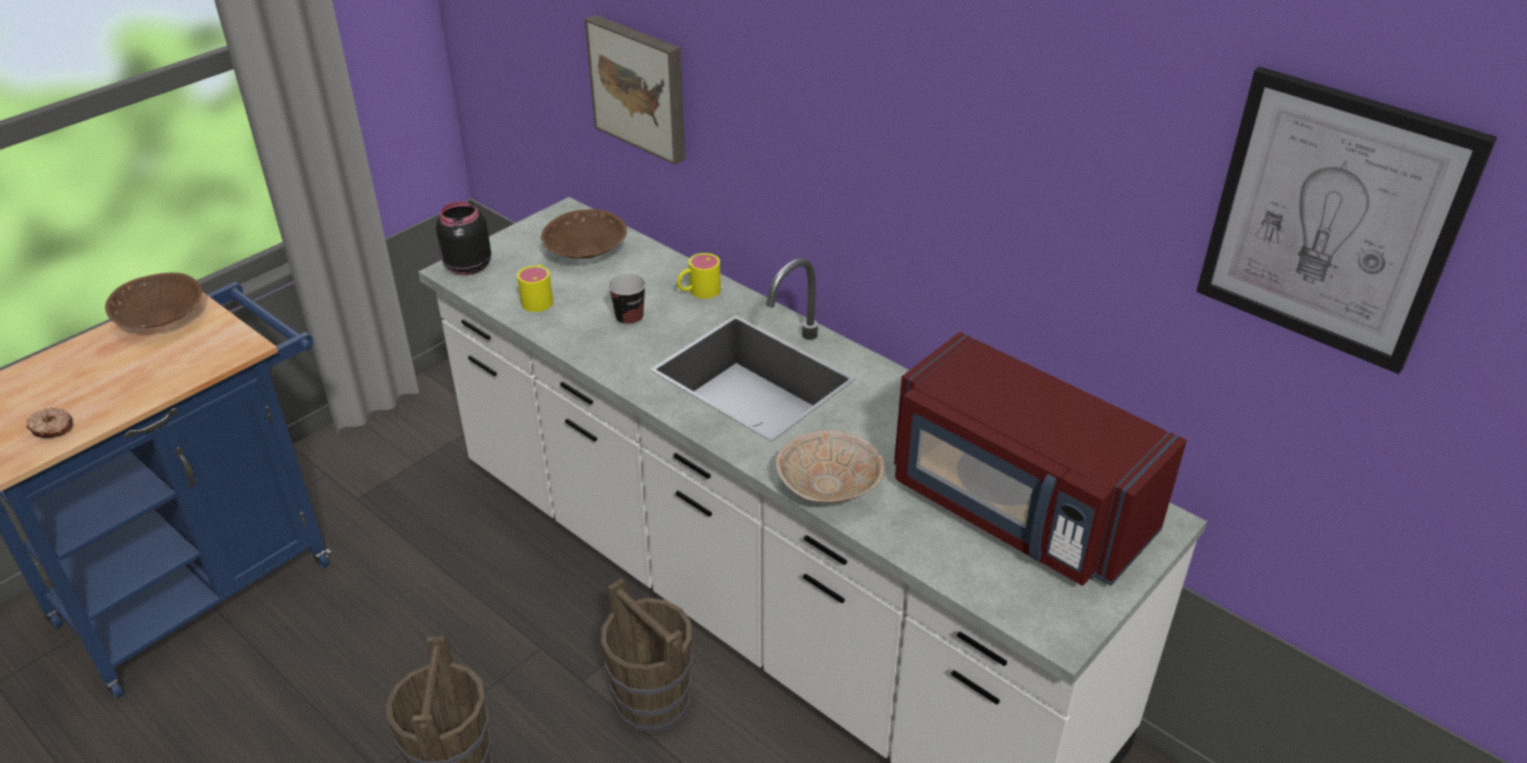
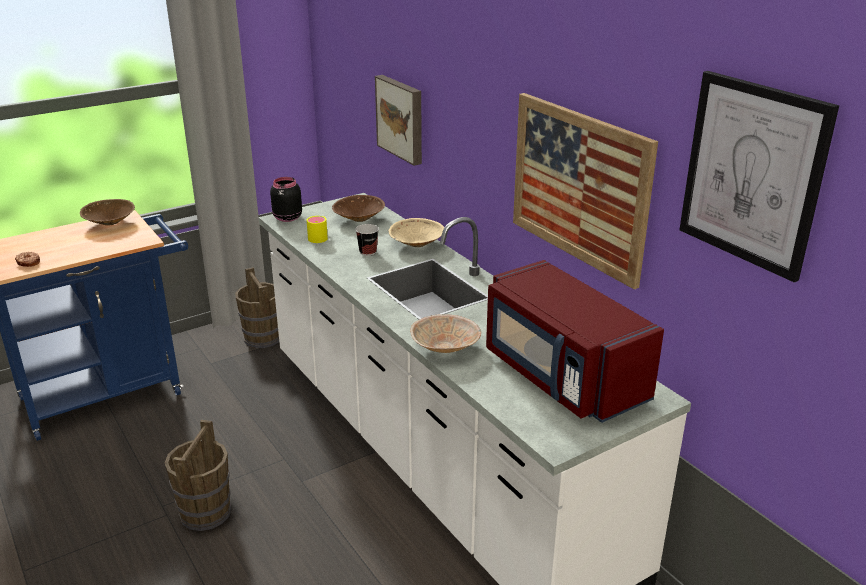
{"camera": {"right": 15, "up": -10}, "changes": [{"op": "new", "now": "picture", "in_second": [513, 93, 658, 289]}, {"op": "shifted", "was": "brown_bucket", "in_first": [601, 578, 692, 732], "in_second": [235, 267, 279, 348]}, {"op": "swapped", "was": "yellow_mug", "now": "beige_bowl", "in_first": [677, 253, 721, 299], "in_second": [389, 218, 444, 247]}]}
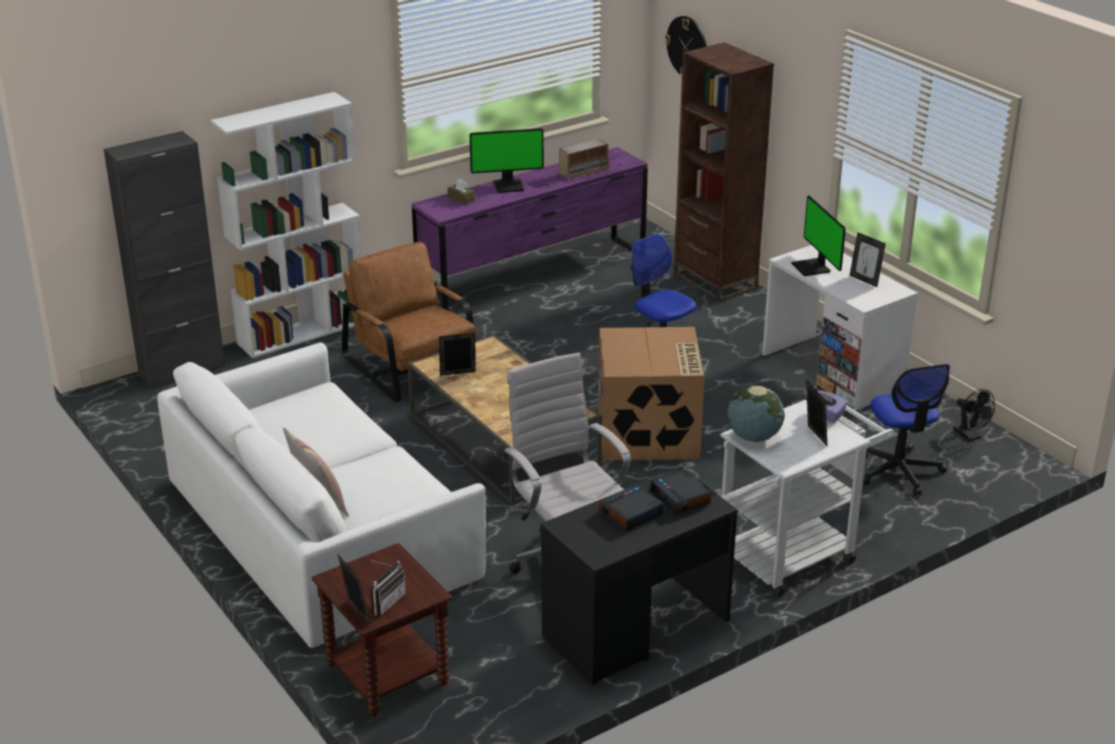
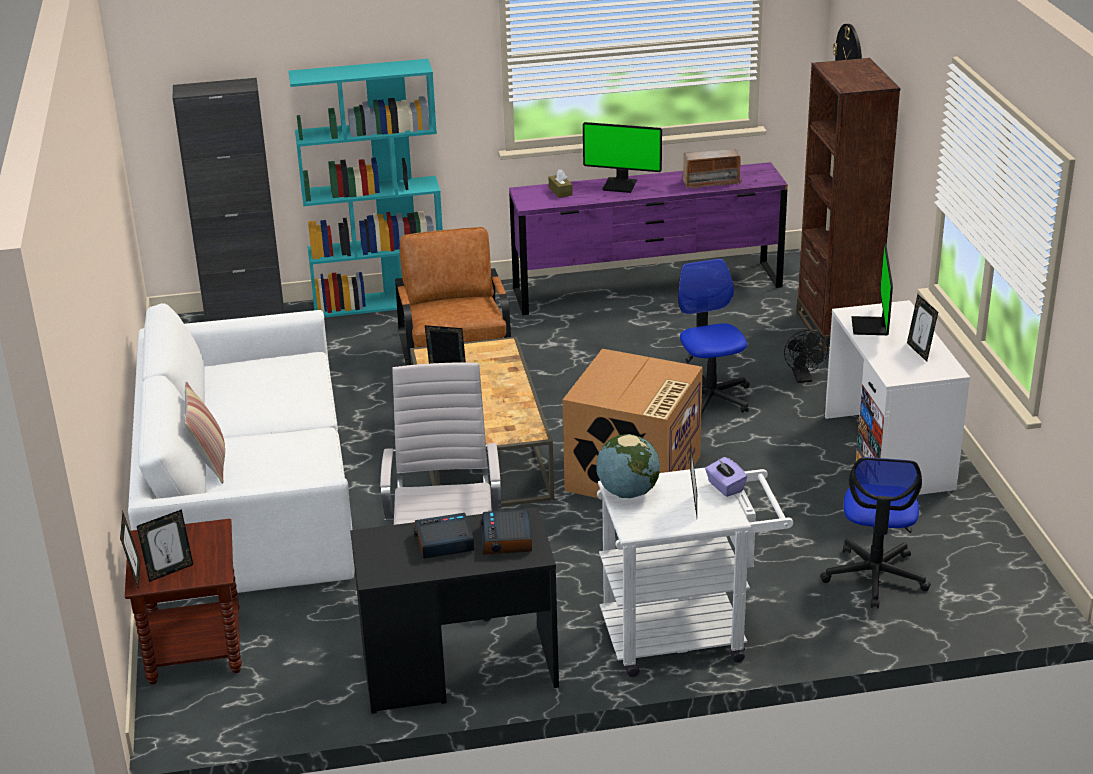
{"camera": {"right": 25, "up": 0}, "changes": [{"op": "shifted", "was": "black_fan", "in_first": [953, 389, 995, 441], "in_second": [784, 330, 828, 383]}, {"op": "swapped", "was": "radio", "now": "picture_frame", "in_first": [369, 560, 406, 616], "in_second": [137, 509, 193, 582]}, {"op": "repainted", "was": "white_bookcase", "now": "turquoise_bookcase", "in_first": [210, 92, 362, 358], "in_second": [288, 59, 443, 318]}]}
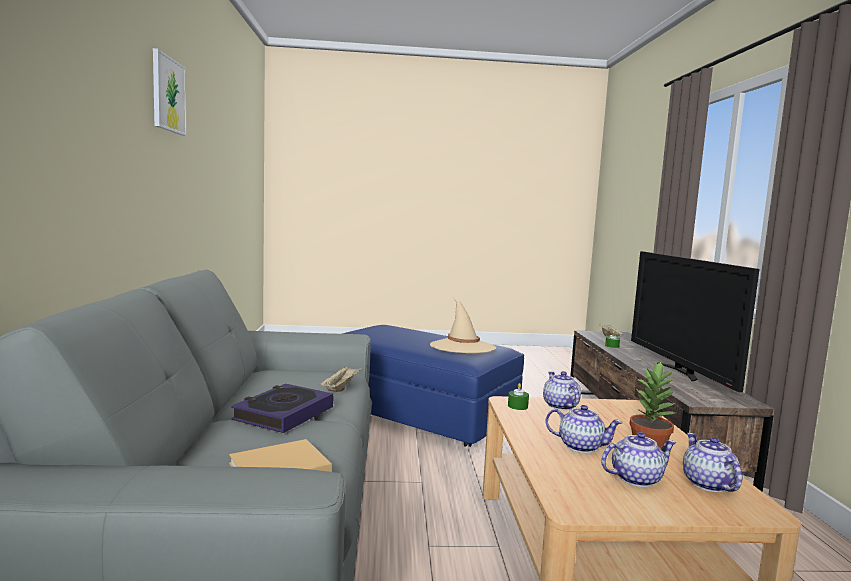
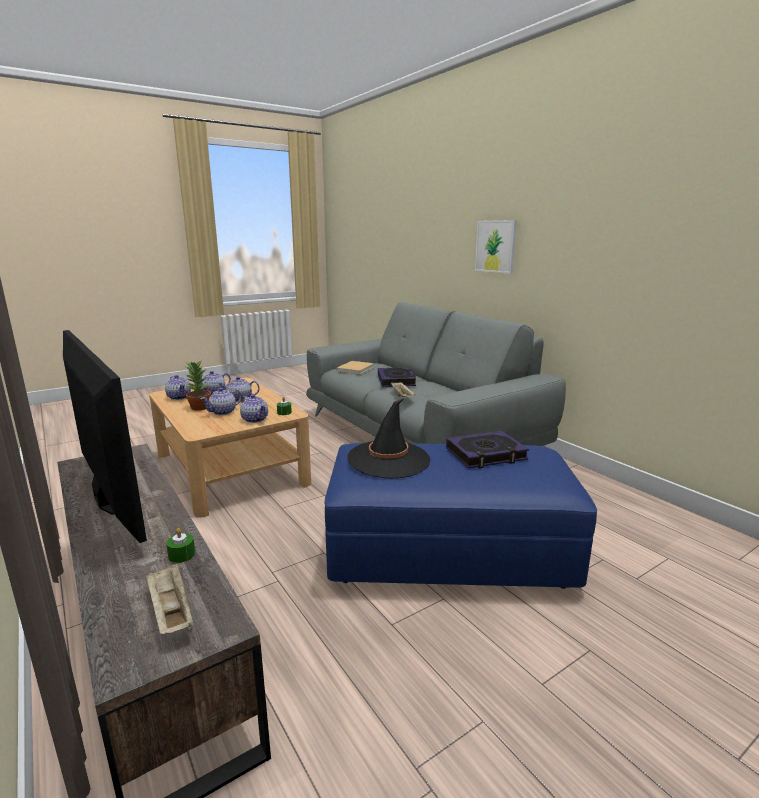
{"camera": {"right": 150, "up": 10}, "changes": [{"op": "new", "now": "teapot", "in_second": [201, 388, 242, 415]}, {"op": "new", "now": "book", "in_second": [446, 431, 529, 468]}, {"op": "shifted", "was": "picture", "in_first": [153, 48, 187, 136], "in_second": [475, 220, 517, 274]}, {"op": "repainted", "was": "beige_hat", "now": "black_hat", "in_first": [430, 298, 496, 353], "in_second": [348, 399, 430, 478]}]}
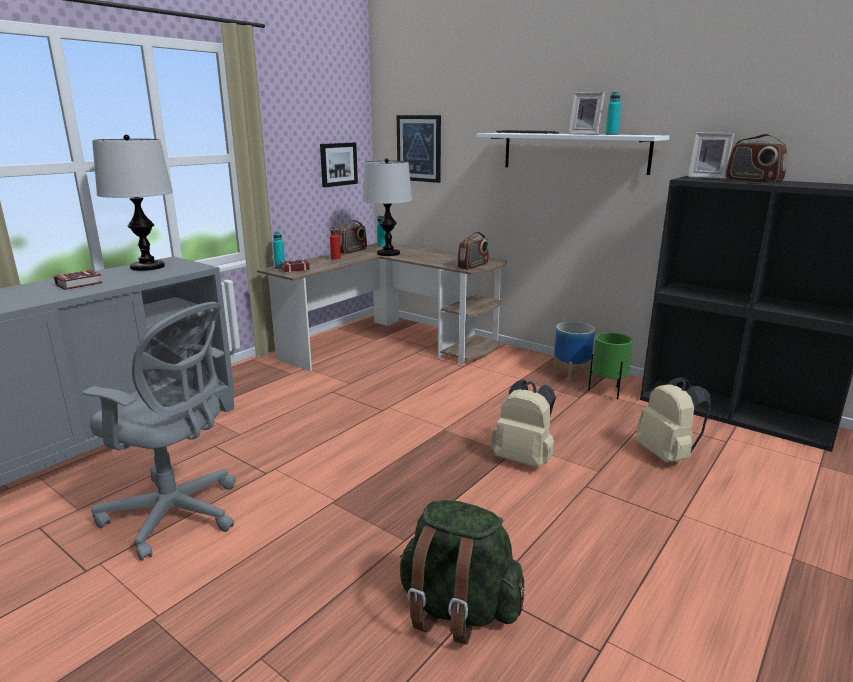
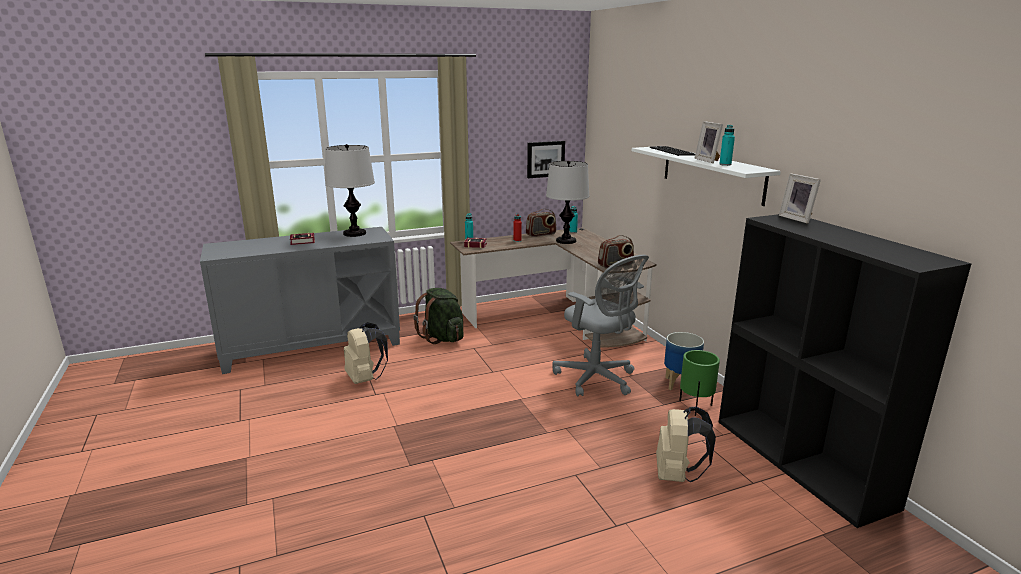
{"camera": {"right": 30, "up": 0}, "changes": [{"op": "gone", "was": "picture", "in_first": [397, 115, 441, 183]}, {"op": "gone", "was": "radio", "in_first": [725, 134, 788, 184]}, {"op": "shifted", "was": "grey_office_chair", "in_first": [83, 302, 236, 561], "in_second": [553, 255, 649, 396]}, {"op": "shifted", "was": "green_backpack", "in_first": [400, 500, 524, 645], "in_second": [413, 288, 464, 344]}, {"op": "shifted", "was": "beige_backpack", "in_first": [491, 380, 556, 468], "in_second": [344, 322, 388, 384]}]}
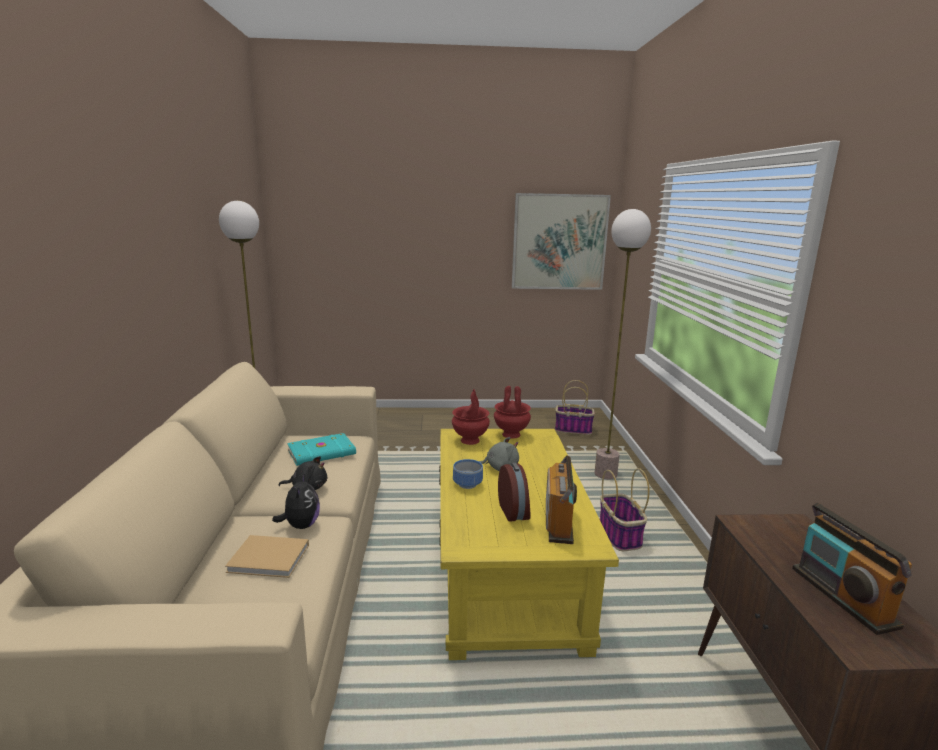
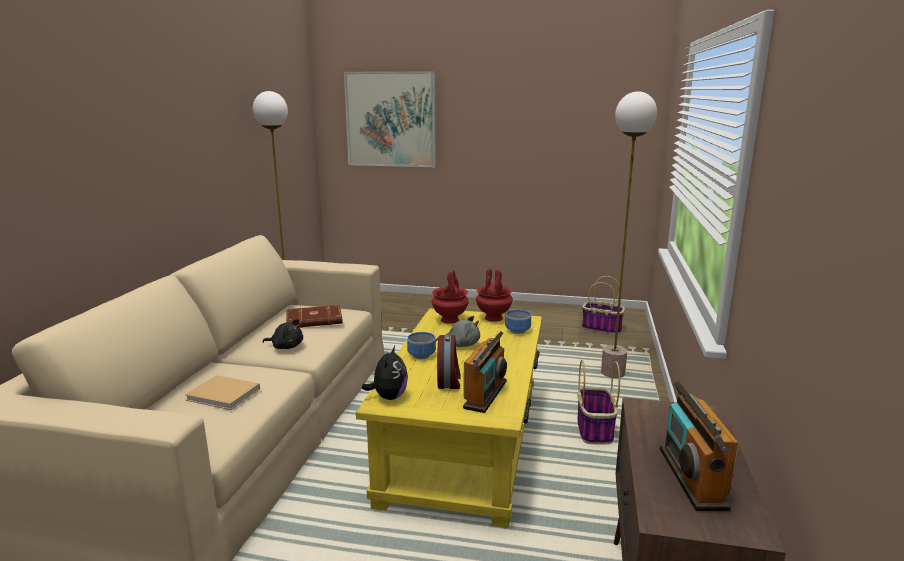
{"camera": {"right": 15, "up": 0}, "changes": [{"op": "new", "now": "bowl", "in_second": [505, 310, 531, 334]}, {"op": "shifted", "was": "plush_toy", "in_first": [272, 473, 320, 529], "in_second": [362, 346, 408, 400]}, {"op": "shifted", "was": "picture", "in_first": [512, 193, 611, 290], "in_second": [344, 71, 436, 167]}, {"op": "repainted", "was": "turquoise_book", "now": "brown_book", "in_first": [287, 433, 356, 466], "in_second": [286, 305, 343, 328]}]}
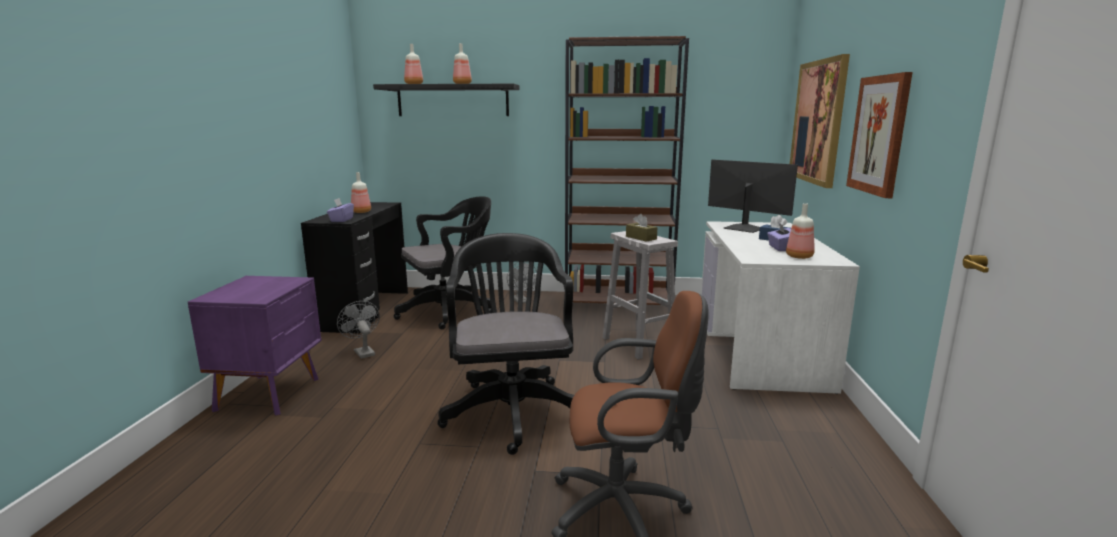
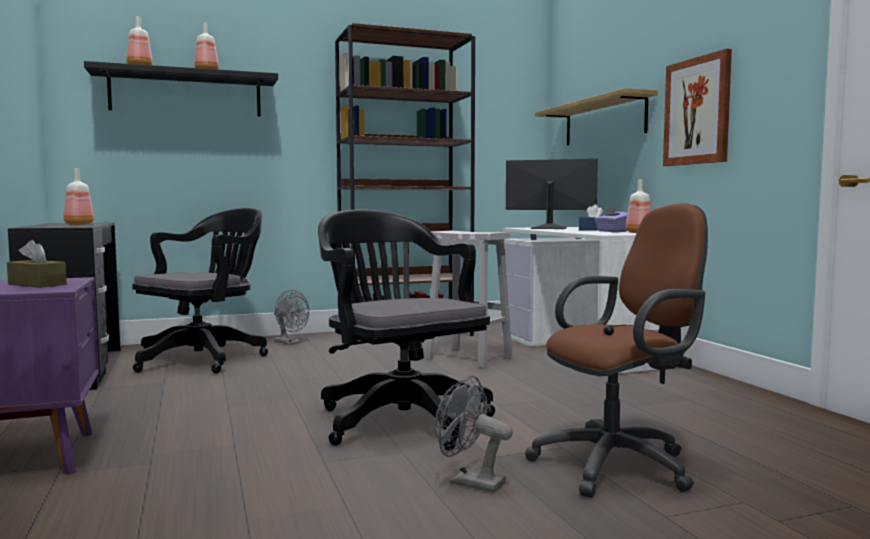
{"camera": {"right": -25, "up": -10}, "changes": [{"op": "gone", "was": "purple_tissue_box", "in_first": [327, 198, 354, 222]}, {"op": "shifted", "was": "grey_fan", "in_first": [337, 301, 380, 359], "in_second": [434, 375, 513, 493]}, {"op": "shifted", "was": "brown_tissue_box", "in_first": [626, 214, 657, 242], "in_second": [7, 240, 67, 288]}, {"op": "swapped", "was": "picture", "now": "shelf", "in_first": [790, 54, 850, 188], "in_second": [535, 88, 658, 145]}]}
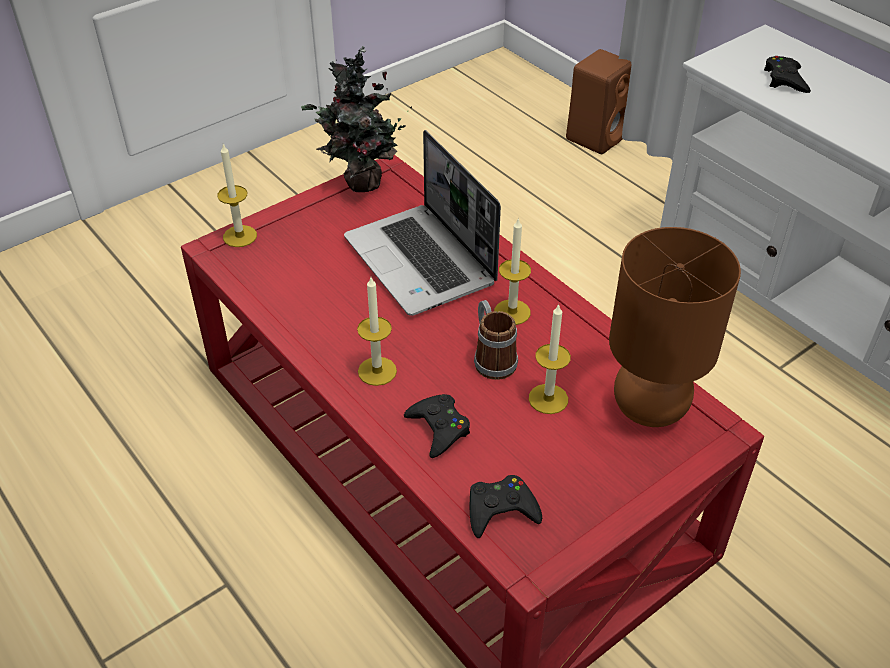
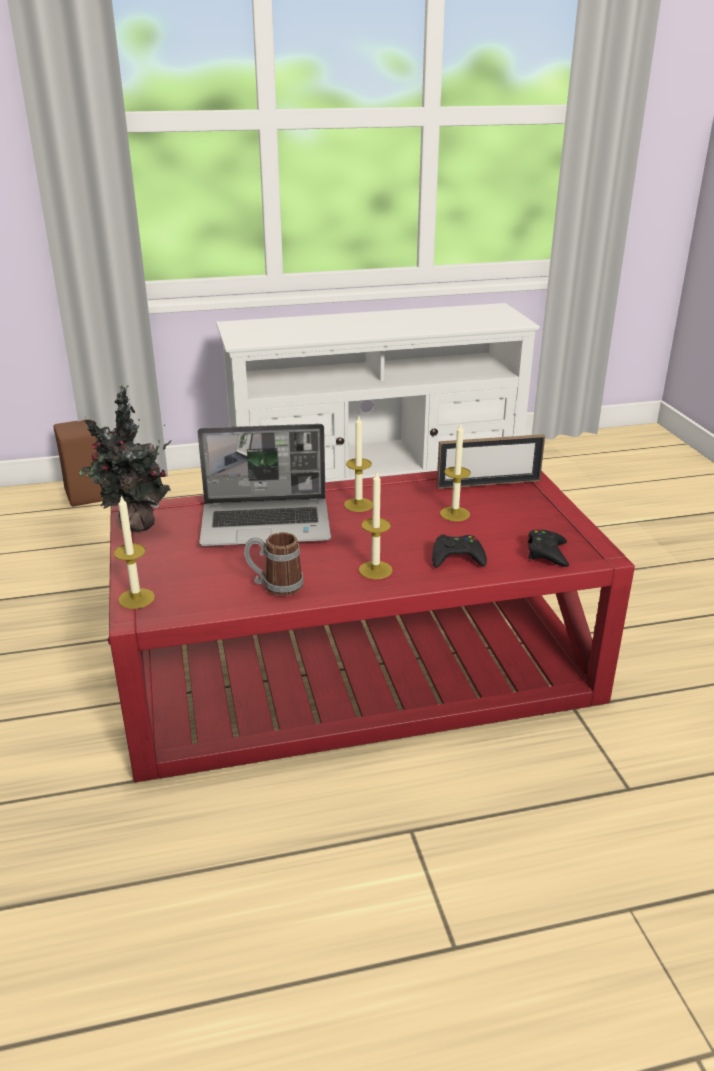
{"camera": {"right": -65, "up": -15}, "changes": [{"op": "gone", "was": "black_game_controller", "in_first": [764, 56, 811, 93]}, {"op": "shifted", "was": "mug", "in_first": [474, 300, 518, 380], "in_second": [244, 532, 304, 596]}, {"op": "swapped", "was": "brown_table_lamp", "now": "picture_frame", "in_first": [609, 227, 741, 427], "in_second": [437, 434, 545, 489]}]}
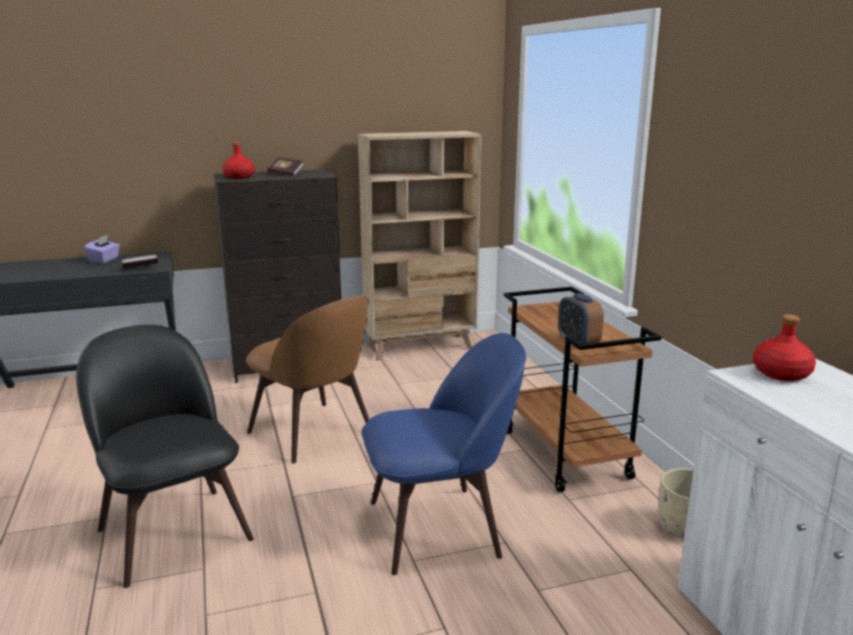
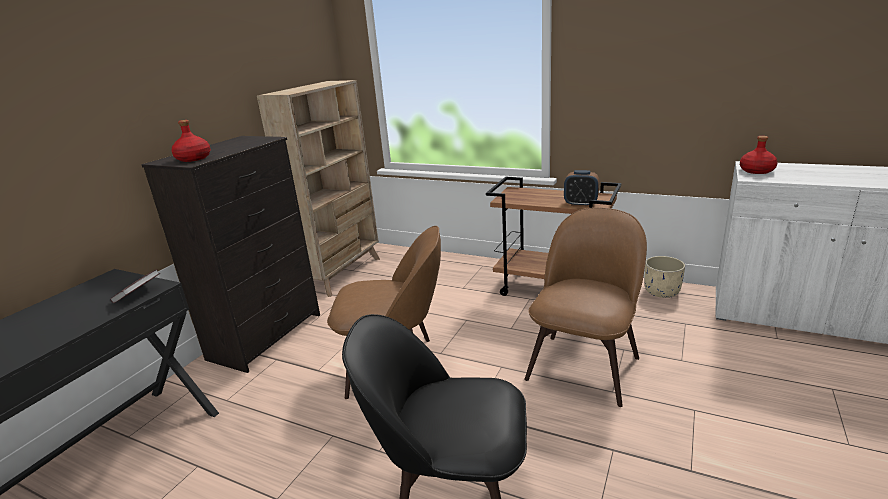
{"camera": {"right": -45, "up": 5}, "changes": [{"op": "gone", "was": "purple_tissue_box", "in_first": [84, 235, 120, 263]}, {"op": "gone", "was": "book", "in_first": [267, 157, 304, 176]}, {"op": "repainted", "was": "blue_chair", "now": "brown_chair", "in_first": [361, 333, 526, 575], "in_second": [524, 207, 647, 407]}]}
